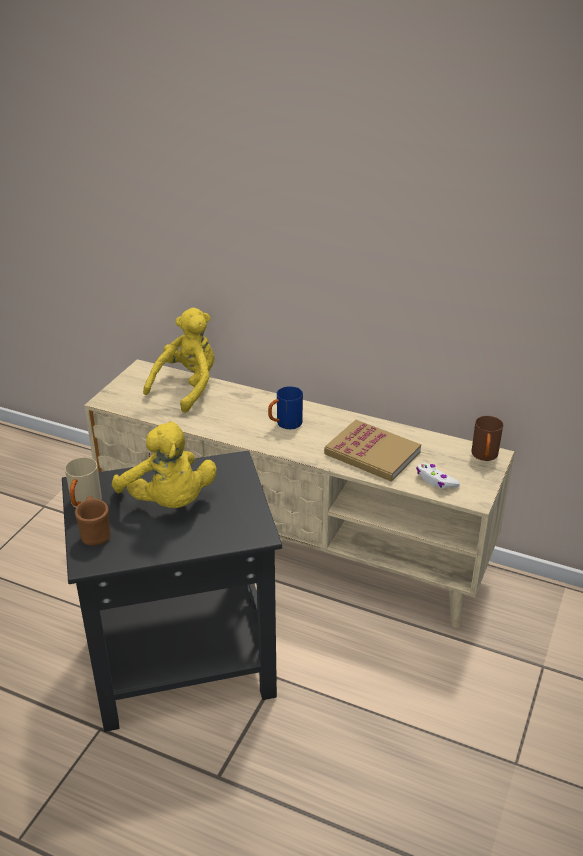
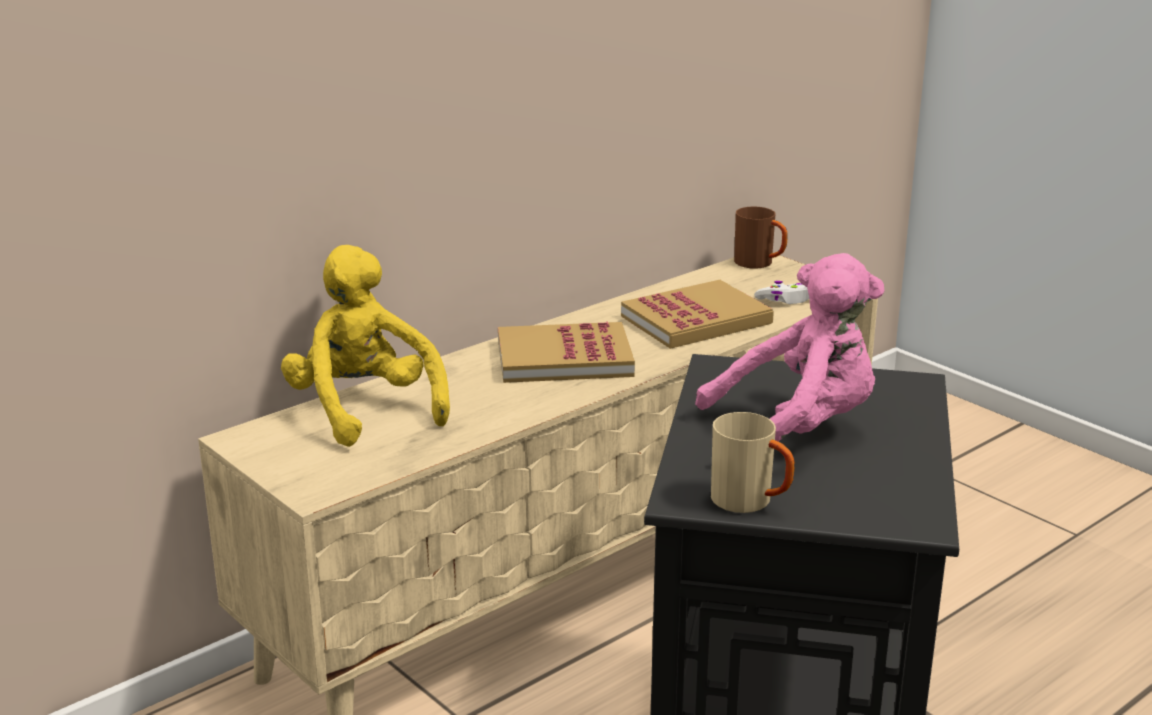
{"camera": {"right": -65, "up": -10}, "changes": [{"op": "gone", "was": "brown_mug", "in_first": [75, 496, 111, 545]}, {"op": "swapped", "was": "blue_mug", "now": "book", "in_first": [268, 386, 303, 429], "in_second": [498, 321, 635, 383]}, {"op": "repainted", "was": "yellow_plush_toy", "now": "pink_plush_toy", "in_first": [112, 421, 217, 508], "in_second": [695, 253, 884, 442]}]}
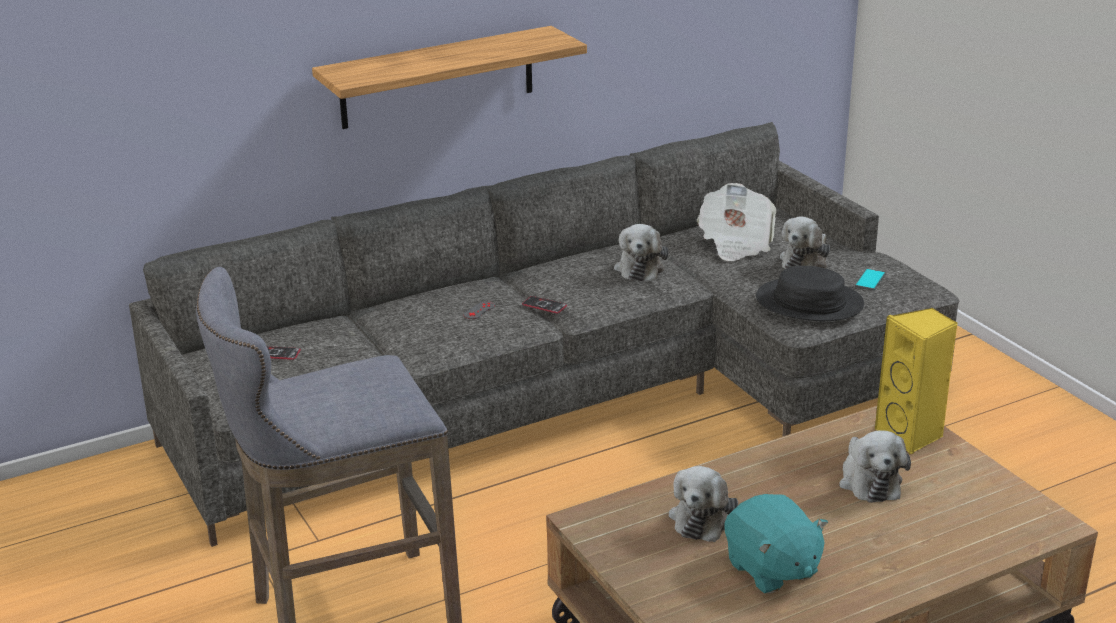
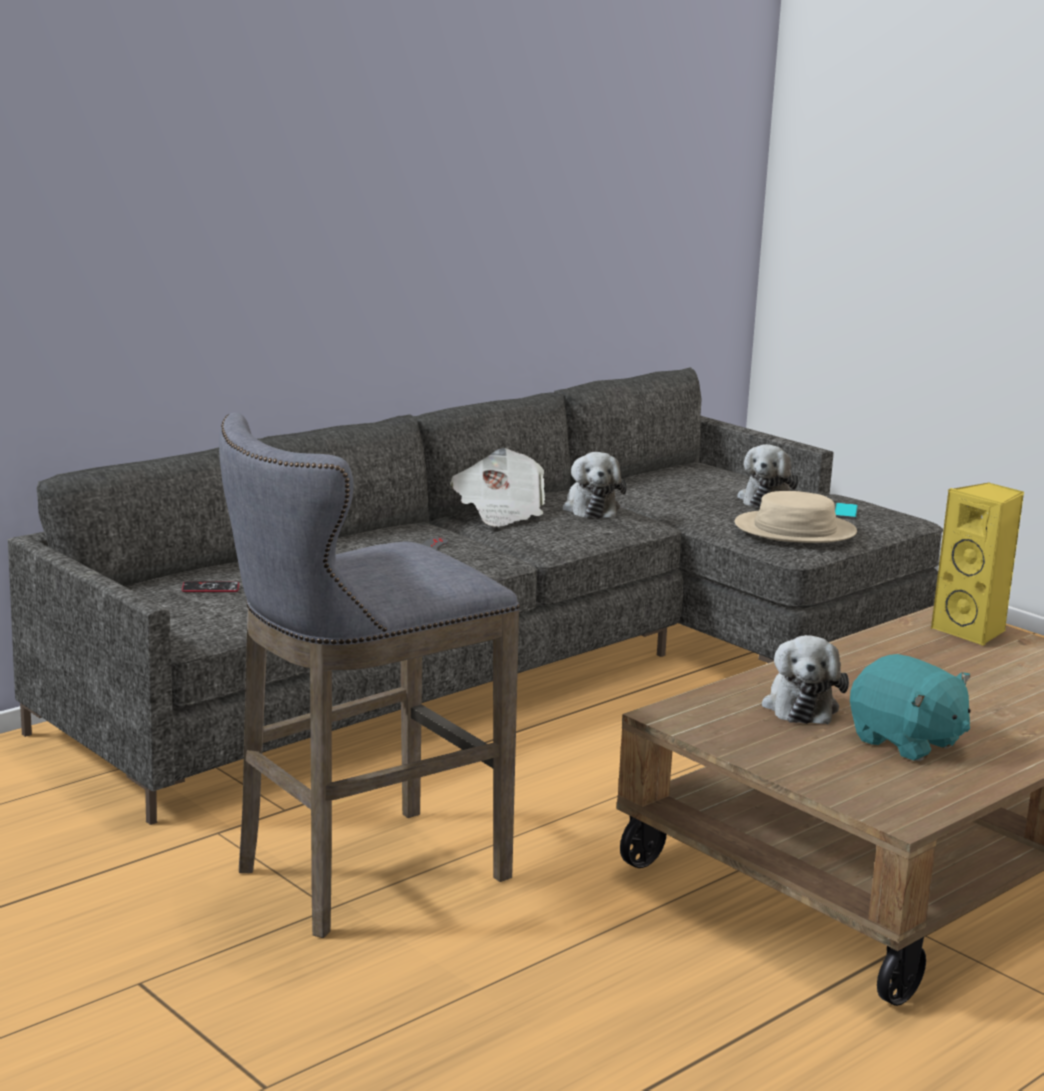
{"camera": {"right": -15, "up": -10}, "changes": [{"op": "gone", "was": "shelf", "in_first": [312, 26, 587, 129]}, {"op": "gone", "was": "phone", "in_first": [522, 296, 567, 314]}, {"op": "gone", "was": "plush_toy", "in_first": [839, 430, 911, 503]}, {"op": "shifted", "was": "newspaper", "in_first": [697, 183, 777, 261], "in_second": [450, 448, 545, 527]}, {"op": "repainted", "was": "black_hat", "now": "beige_hat", "in_first": [756, 266, 864, 321], "in_second": [735, 491, 857, 543]}]}
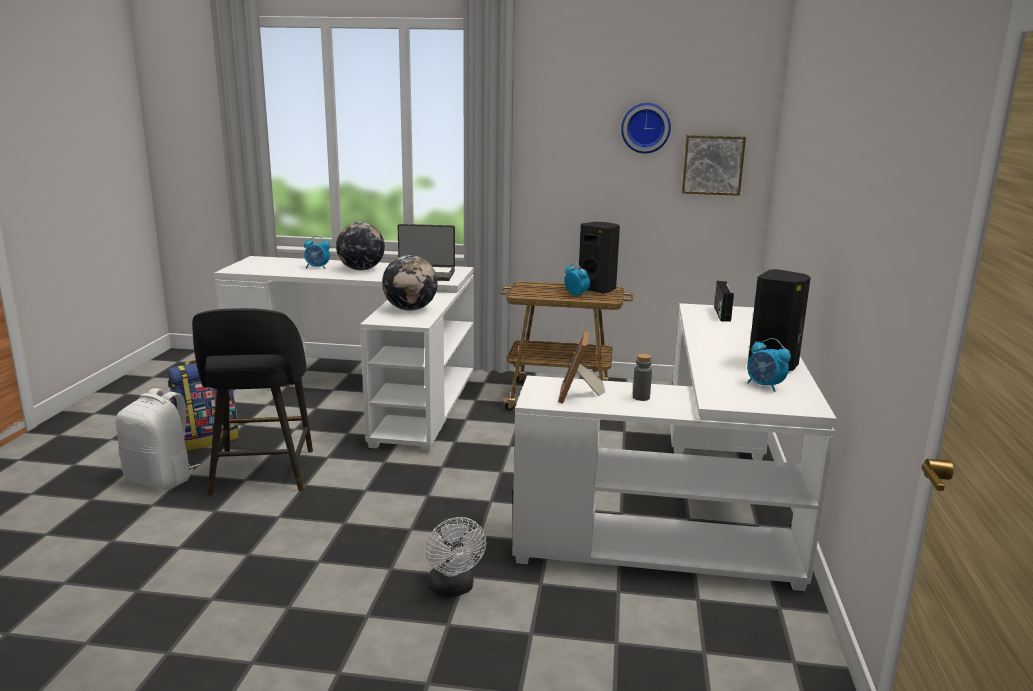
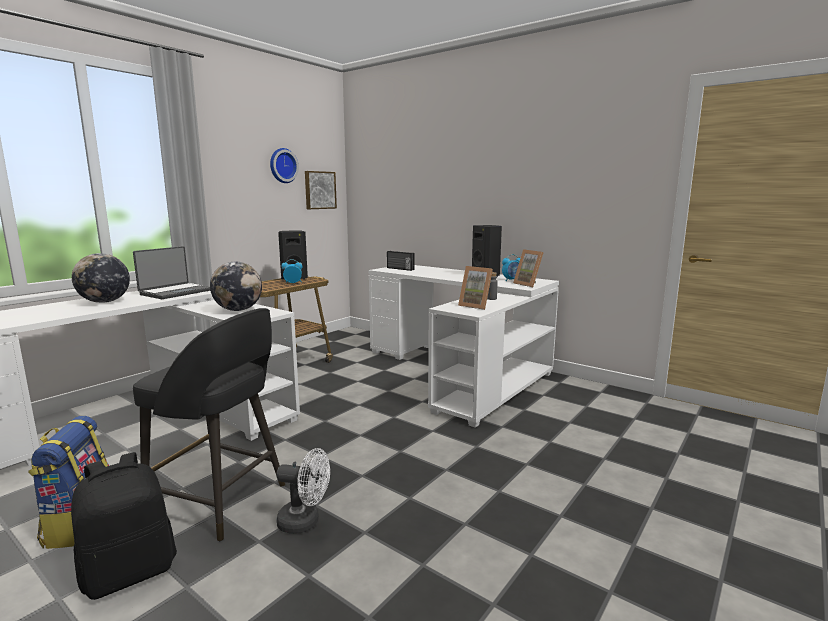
{"camera": {"right": -60, "up": -5}, "changes": [{"op": "gone", "was": "alarm_clock", "in_first": [304, 236, 330, 269]}, {"op": "new", "now": "picture_frame", "in_second": [513, 249, 543, 287]}, {"op": "shifted", "was": "white_fan", "in_first": [426, 517, 486, 597], "in_second": [276, 448, 330, 534]}, {"op": "repainted", "was": "white_backpack", "now": "black_backpack", "in_first": [115, 388, 200, 489], "in_second": [71, 452, 177, 600]}]}
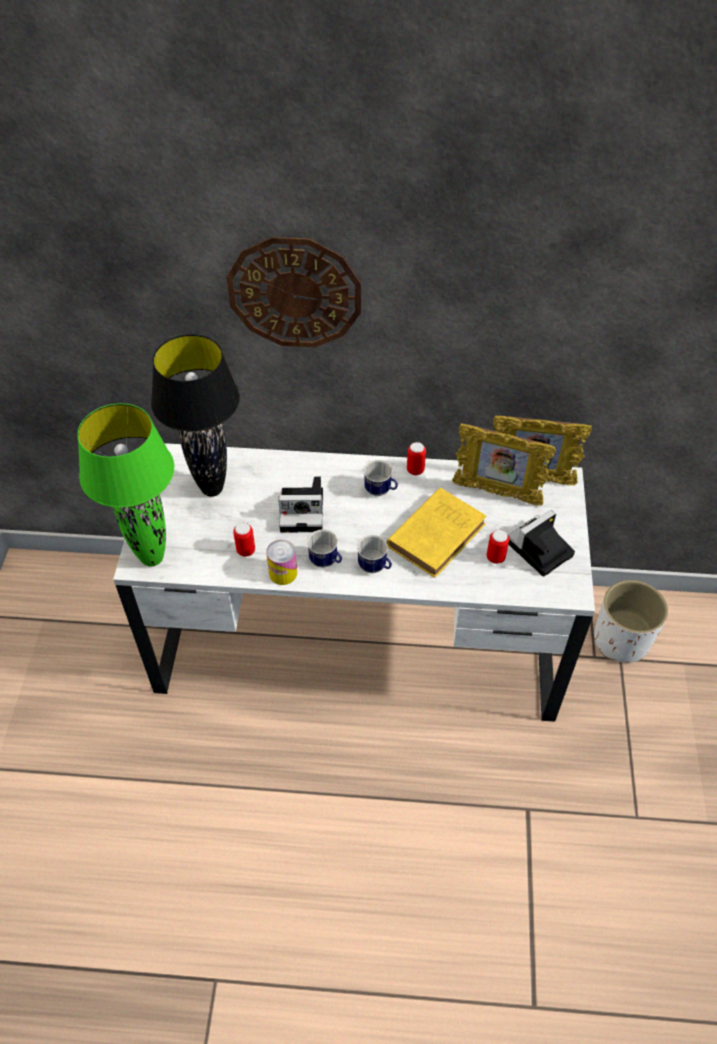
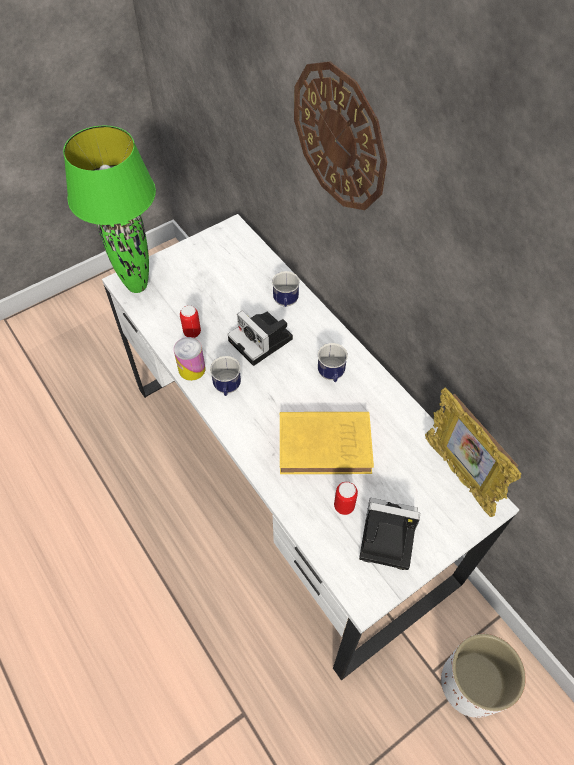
{"camera": {"right": 50, "up": 5}, "changes": [{"op": "gone", "was": "black_table_lamp", "in_first": [151, 334, 240, 497]}, {"op": "gone", "was": "can", "in_first": [407, 442, 426, 475]}, {"op": "gone", "was": "picture_frame", "in_first": [452, 423, 556, 506]}, {"op": "shifted", "was": "mug", "in_first": [357, 535, 392, 573], "in_second": [272, 271, 300, 307]}]}
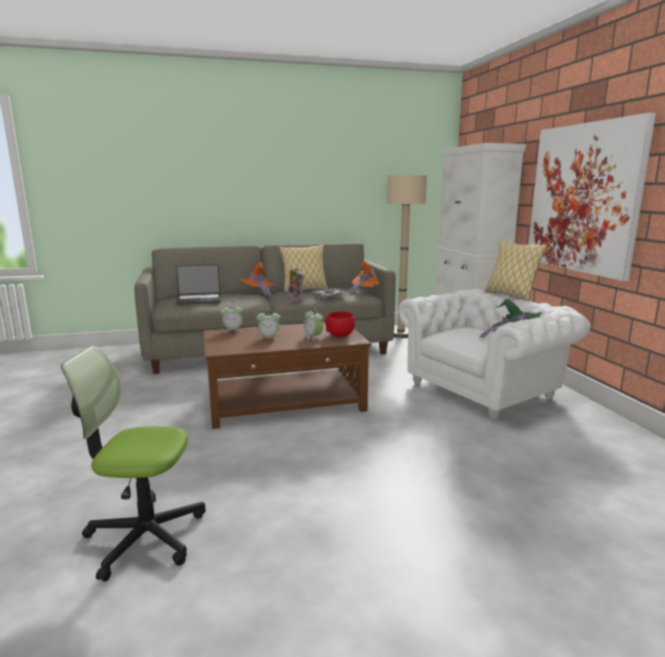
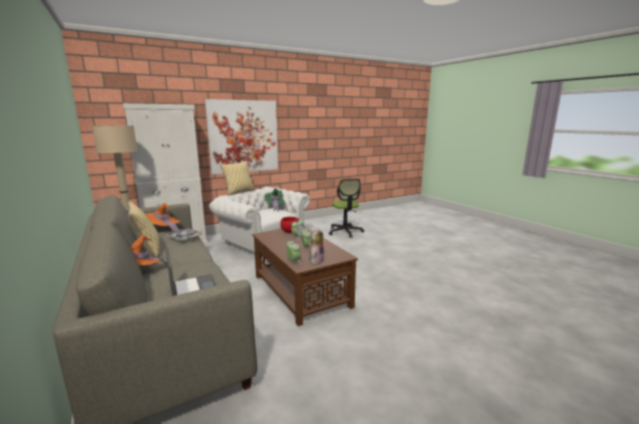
{"camera": {"right": -105, "up": 0}, "changes": [{"op": "shifted", "was": "office_chair", "in_first": [61, 346, 205, 582], "in_second": [329, 179, 364, 238]}, {"op": "shifted", "was": "plush_toy", "in_first": [288, 266, 304, 303], "in_second": [309, 227, 324, 265]}]}
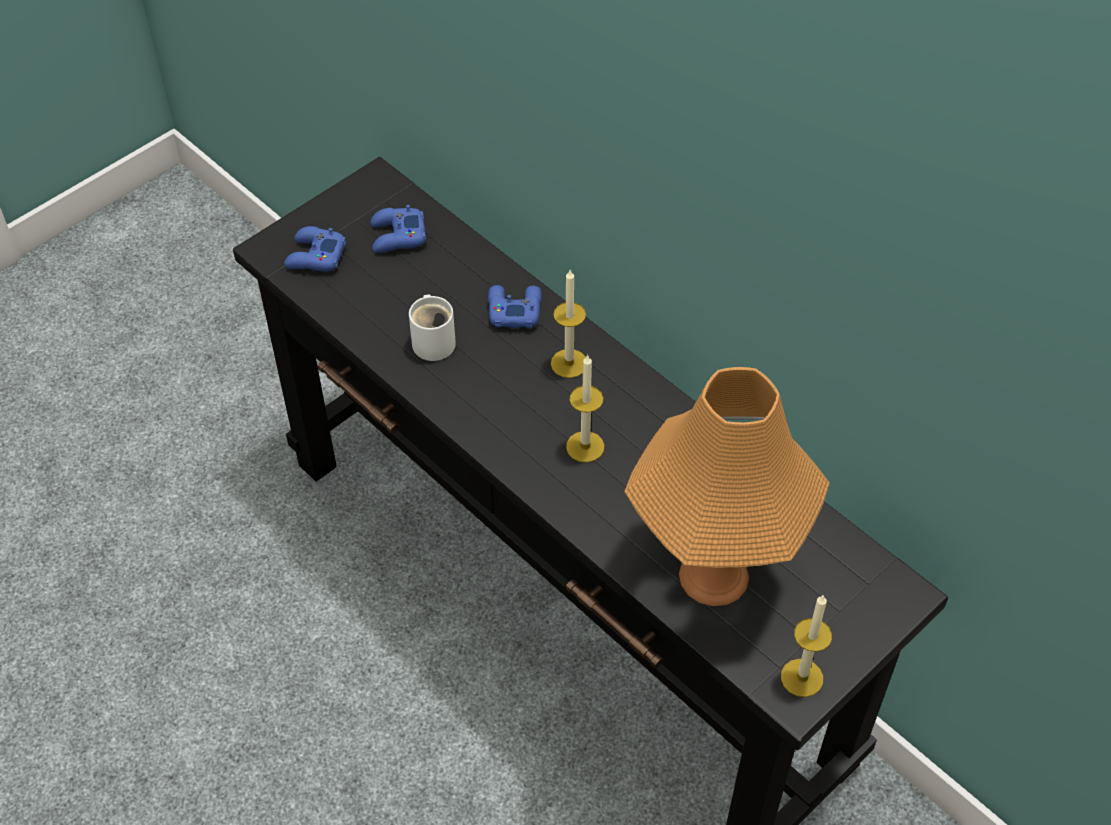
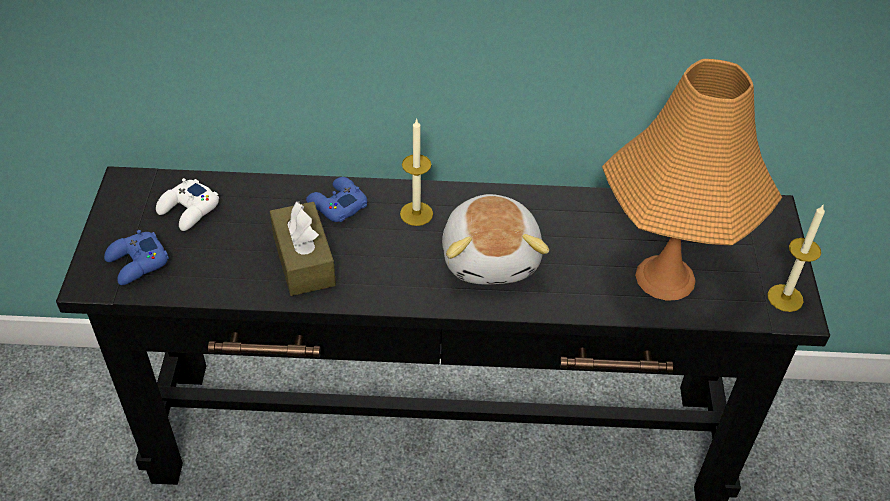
{"camera": {"right": -45, "up": -5}, "changes": [{"op": "swapped", "was": "white_mug", "now": "brown_tissue_box", "in_first": [409, 294, 456, 361], "in_second": [270, 201, 336, 296]}, {"op": "swapped", "was": "candle", "now": "plush_toy", "in_first": [566, 355, 604, 462], "in_second": [442, 194, 549, 284]}, {"op": "repainted", "was": "blue_game_controller", "now": "white_game_controller", "in_first": [370, 205, 426, 253], "in_second": [156, 178, 219, 231]}]}
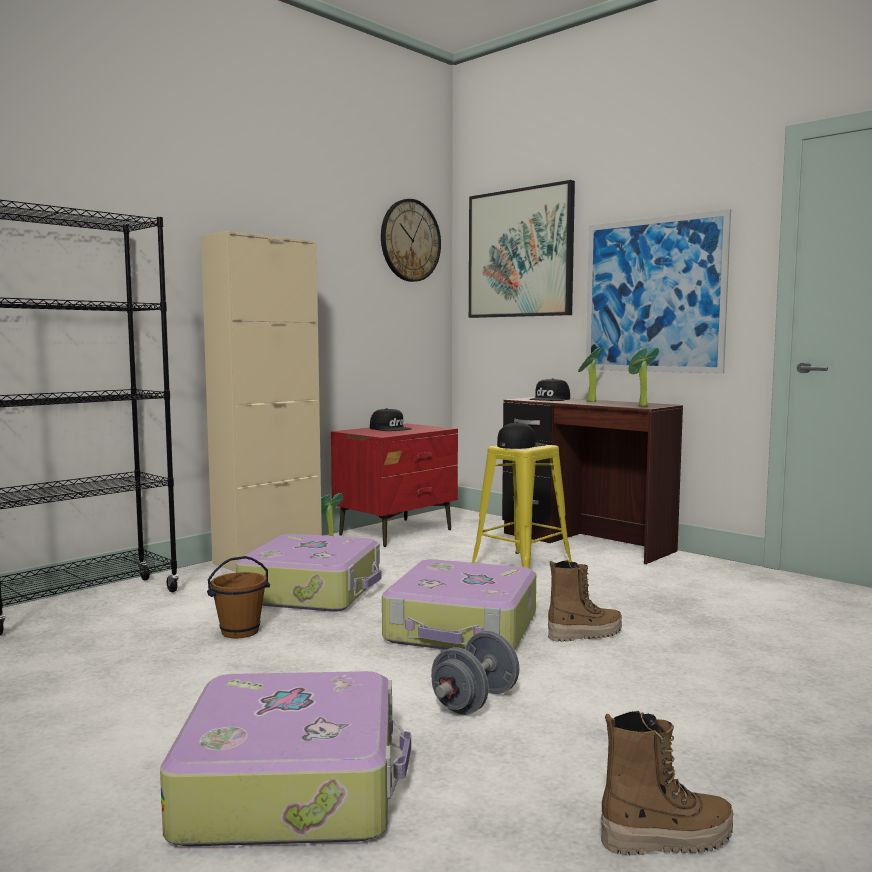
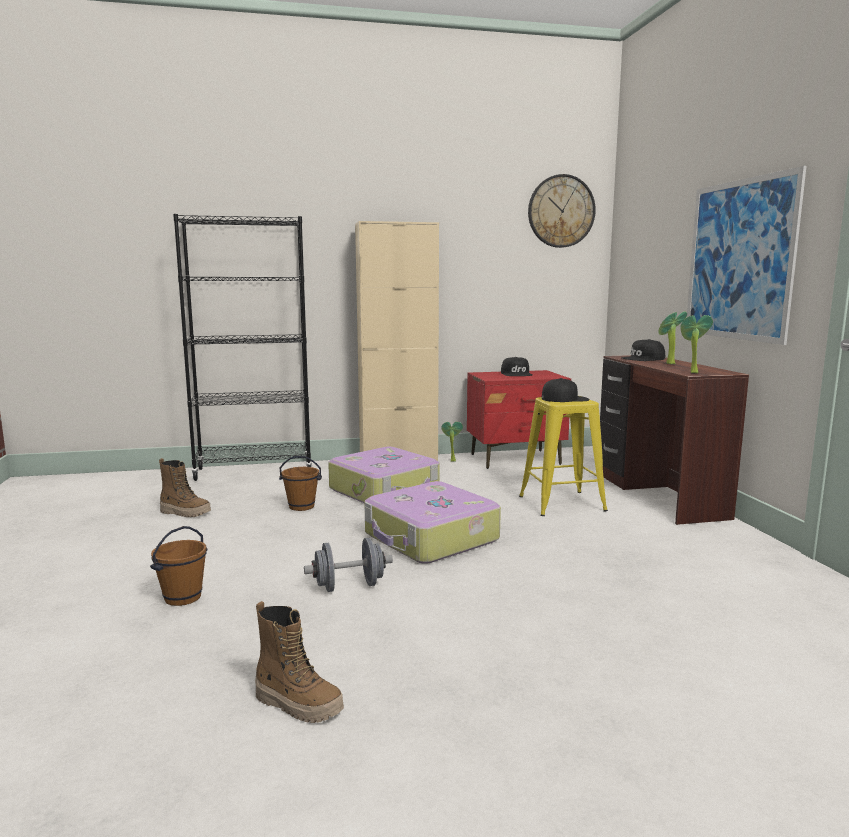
{"camera": {"right": 35, "up": 5}, "changes": [{"op": "gone", "was": "picture", "in_first": [469, 180, 575, 318]}, {"op": "shifted", "was": "boot", "in_first": [548, 560, 622, 642], "in_second": [159, 458, 211, 517]}, {"op": "swapped", "was": "suitcase", "now": "brown_bucket", "in_first": [160, 671, 411, 846], "in_second": [150, 526, 207, 606]}]}
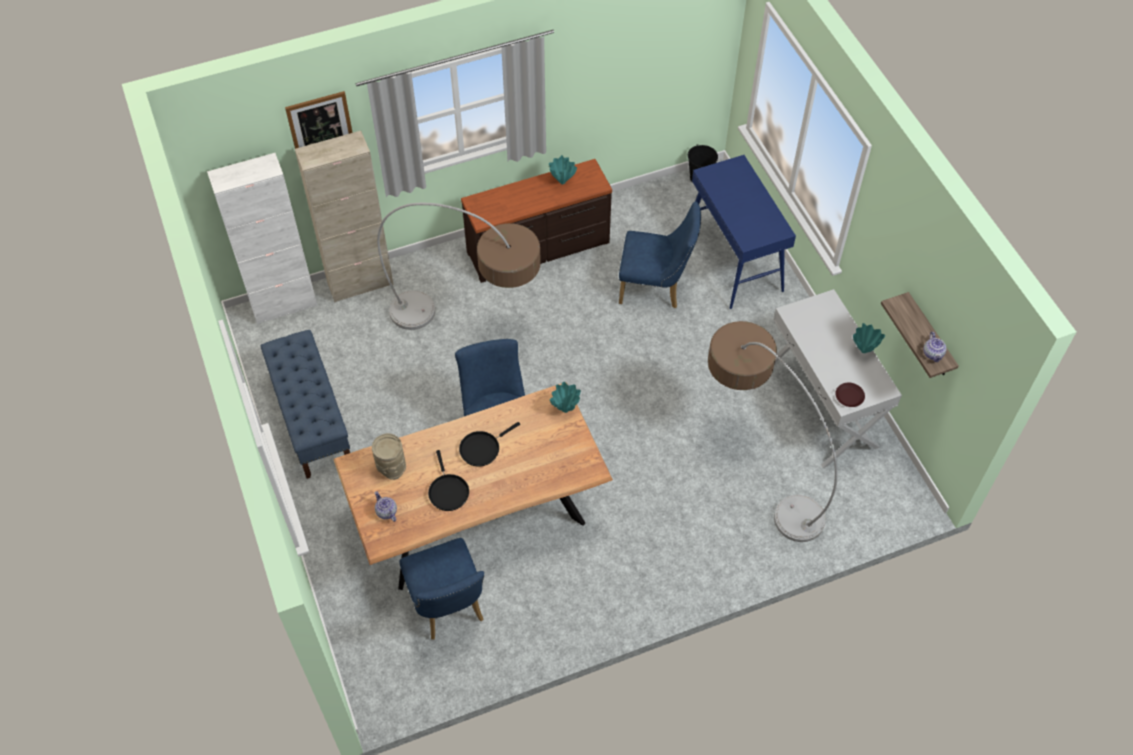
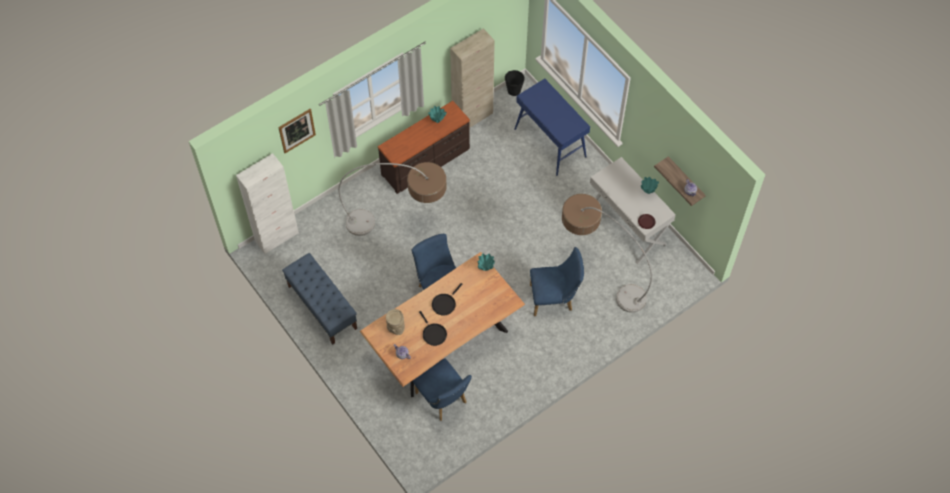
{"camera": {"right": -15, "up": 5}, "changes": [{"op": "shifted", "was": "beige_cabinet", "in_first": [295, 131, 394, 302], "in_second": [450, 28, 495, 127]}, {"op": "shifted", "was": "blue_chair", "in_first": [619, 201, 701, 308], "in_second": [530, 247, 584, 316]}]}
